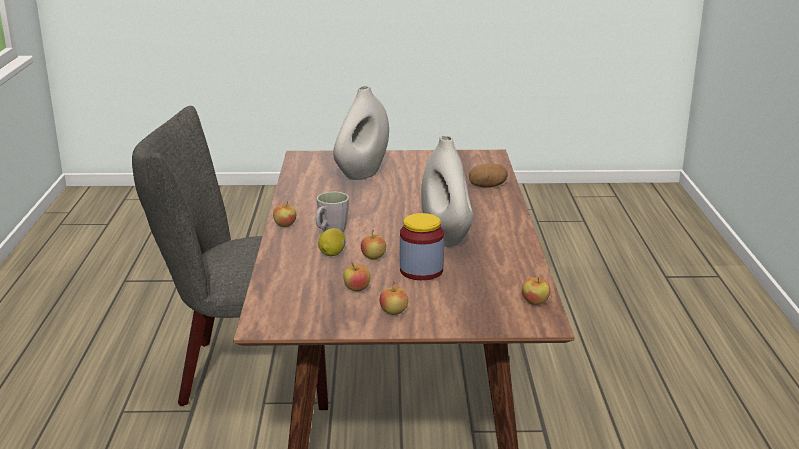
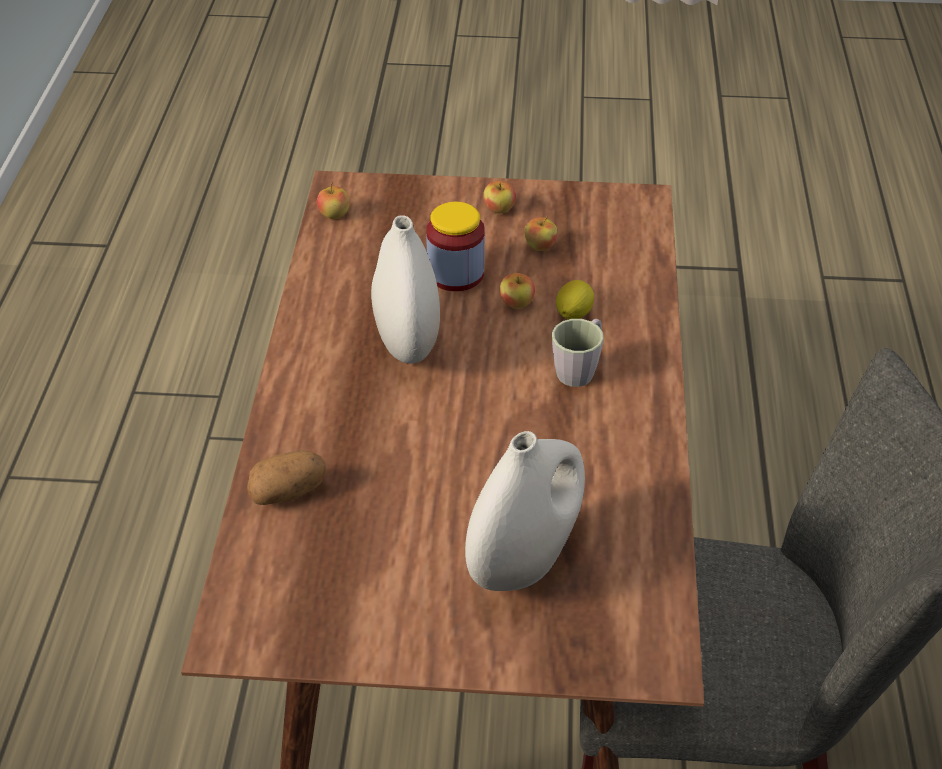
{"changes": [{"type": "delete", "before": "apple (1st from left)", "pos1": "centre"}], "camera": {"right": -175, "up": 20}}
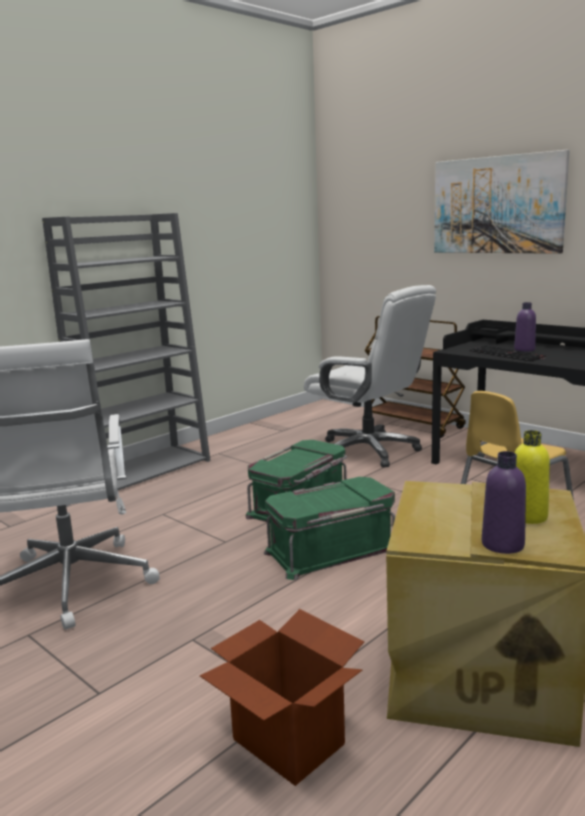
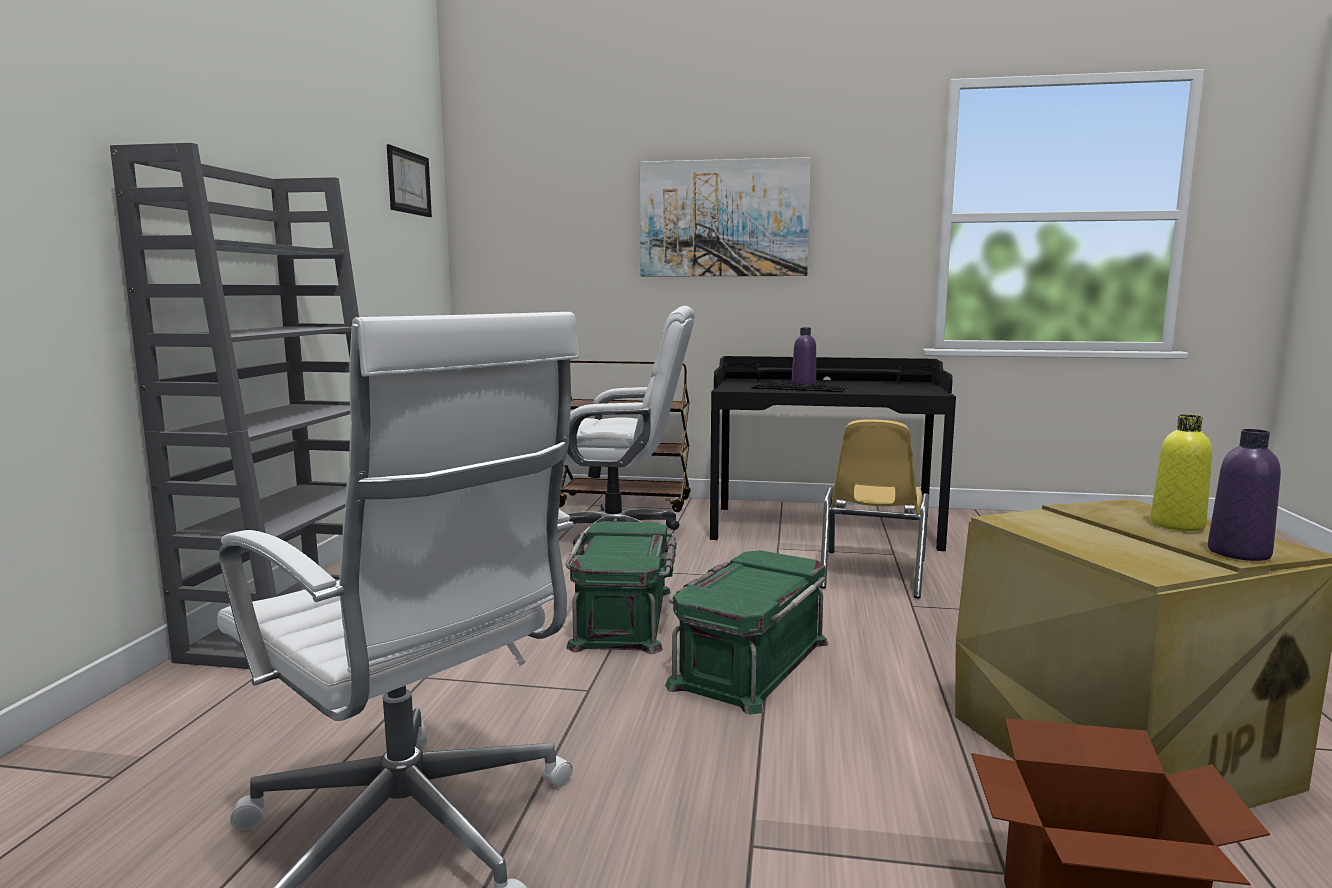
{"changes": [{"type": "insert", "after": "picture (1st from left)", "pos2": "top left"}], "camera": {"right": -35, "up": -5}}
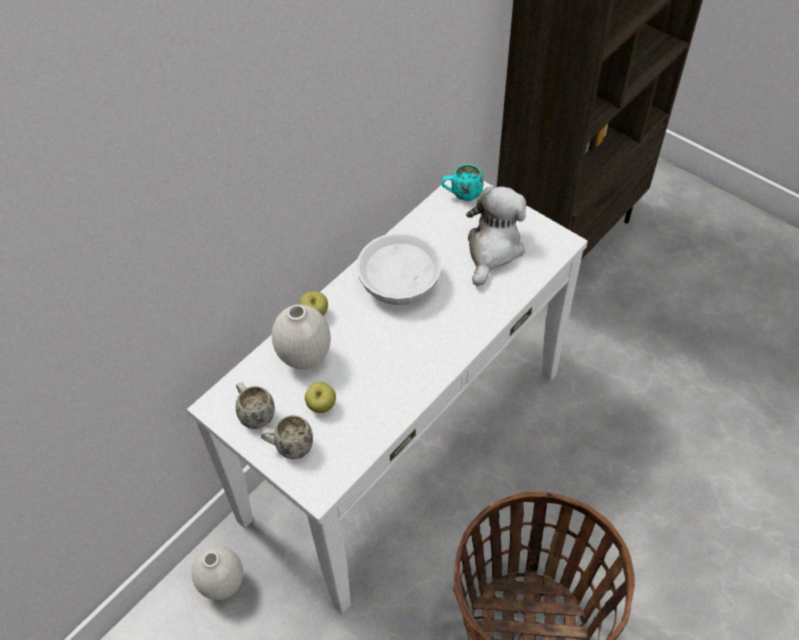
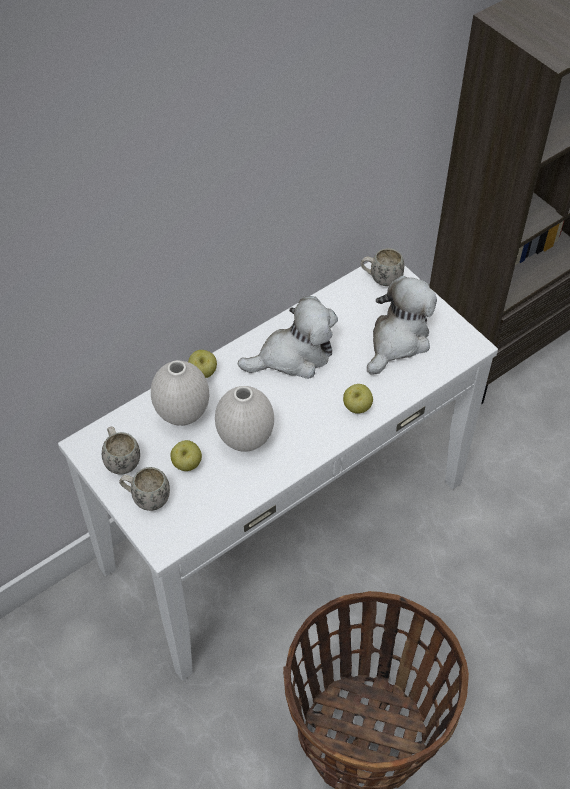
{"changes": [{"type": "insert", "after": "apple (3rd from left)", "pos2": "centre"}, {"type": "move", "before": "vase in white (1st from left in the first image)", "after": "vase in white (2nd from left)", "pos1": "bottom left", "pos2": "centre"}, {"type": "replace", "before": "bowl in white", "after": "plush toy (1st from left)", "pos1": "centre", "pos2": "centre"}, {"type": "recolor", "before": "mug in turquoise", "after": "mug in white (3rd from left)", "pos1": "top centre", "pos2": "middle right"}], "camera": {"right": 10, "up": 0}}
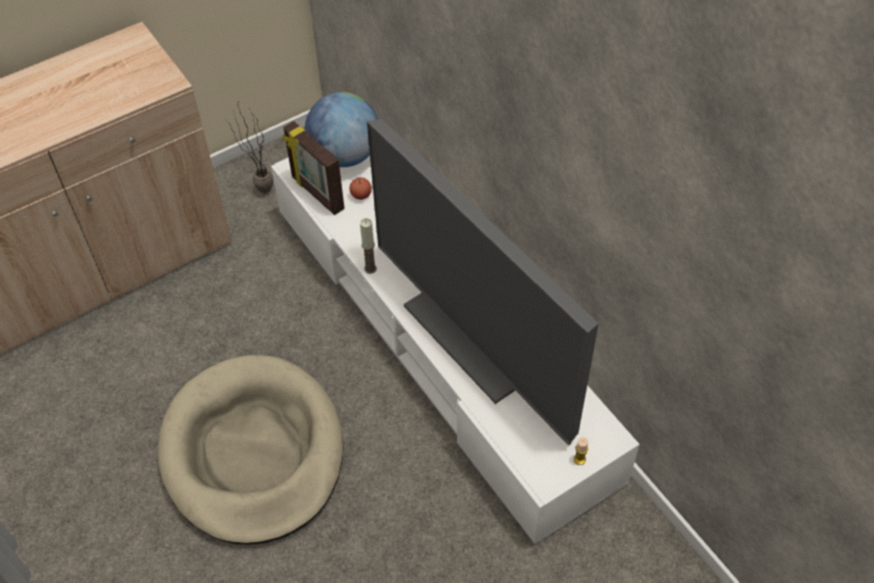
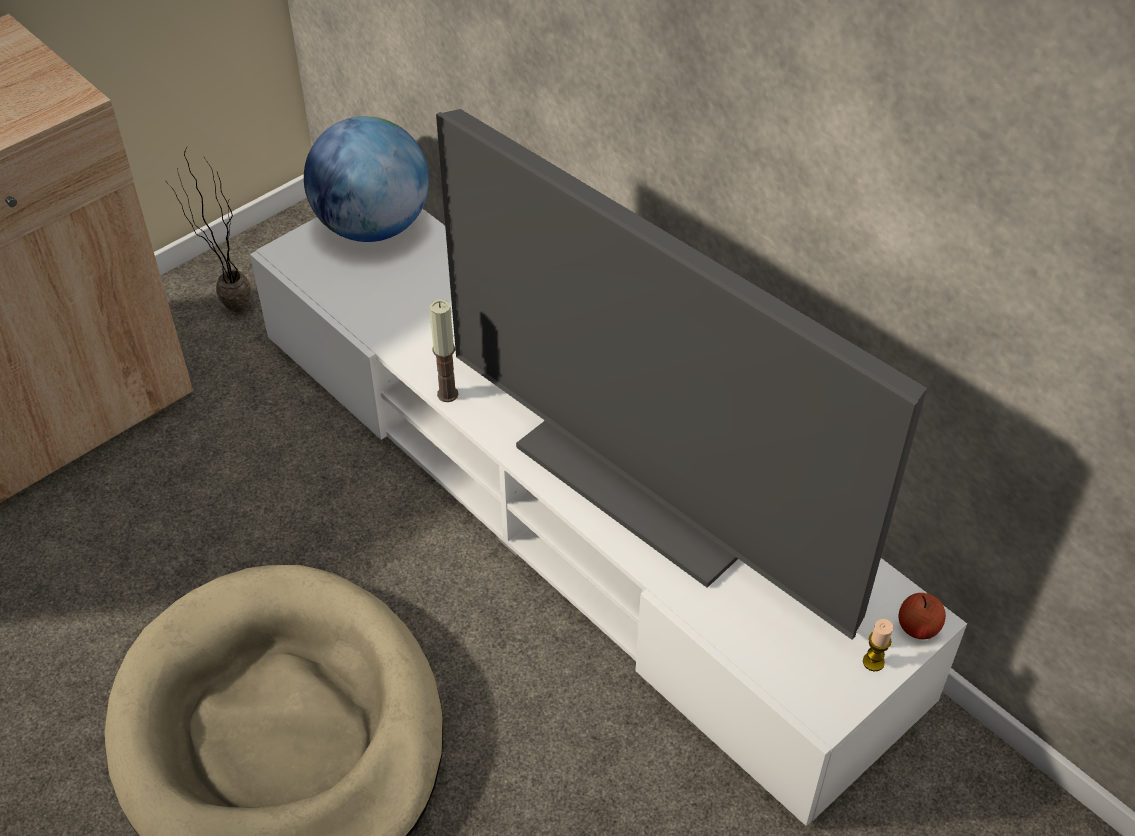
{"changes": [{"type": "delete", "before": "picture frame", "pos1": "top centre"}, {"type": "move", "before": "apple", "pos1": "top centre", "pos2": "bottom right"}], "camera": {"right": -10, "up": -5}}
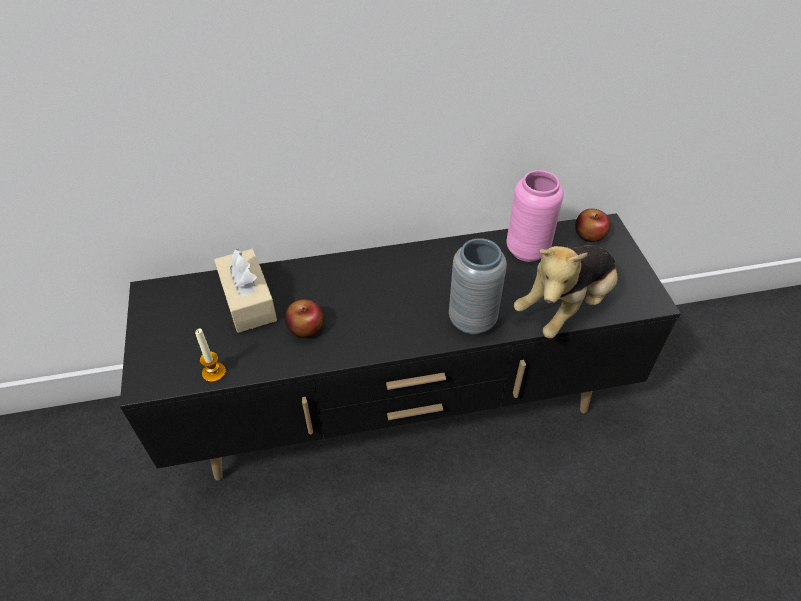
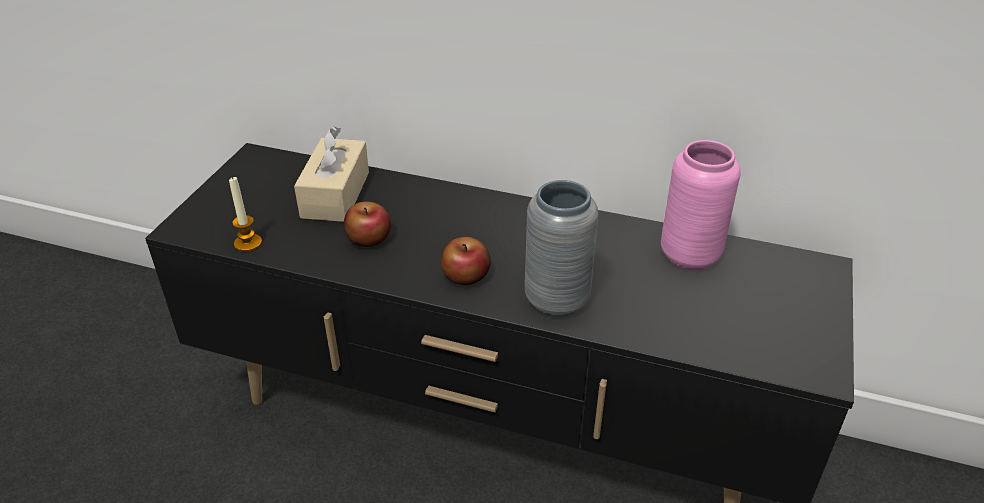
{"changes": [{"type": "delete", "before": "plush toy", "pos1": "middle right"}, {"type": "move", "before": "apple (2nd from left)", "pos1": "middle right", "pos2": "centre"}], "camera": {"right": 30, "up": -10}}
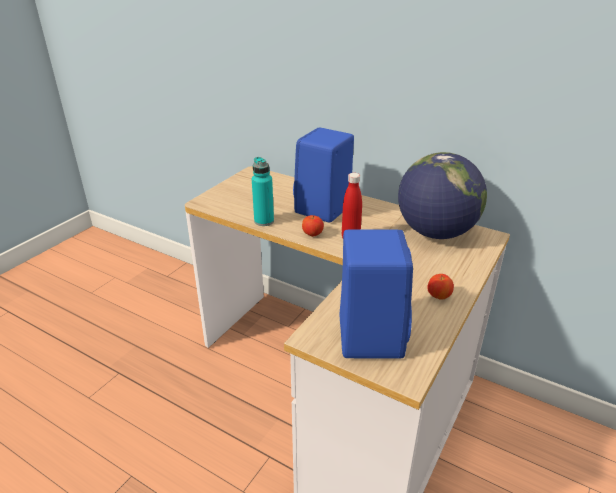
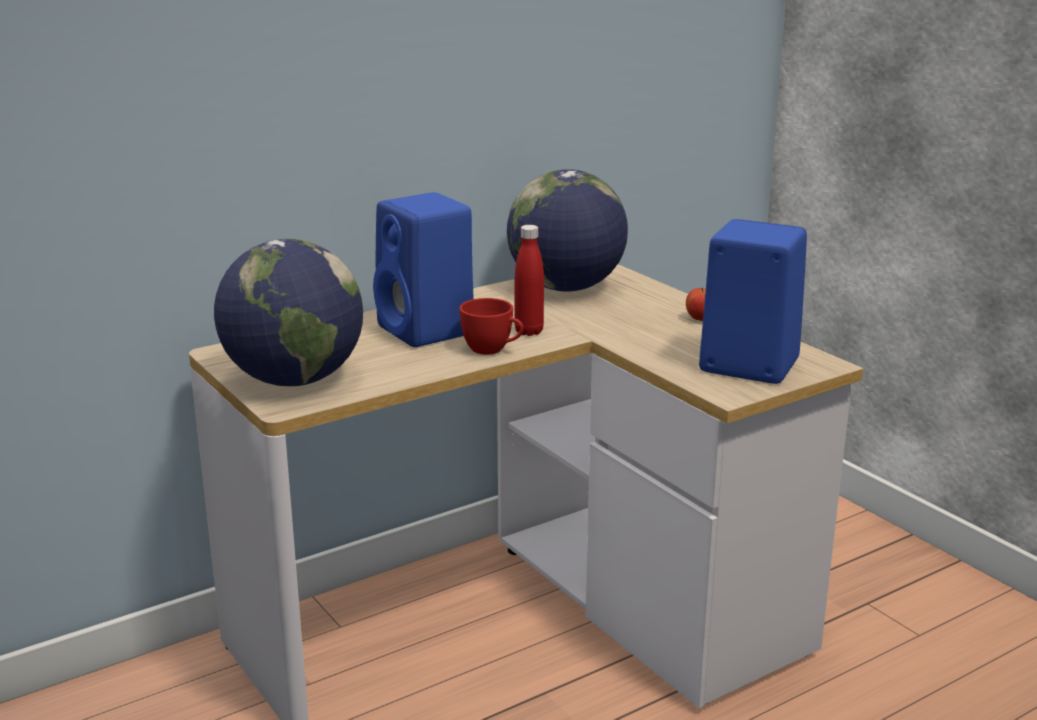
{"changes": [{"type": "delete", "before": "bottle in turquoise", "pos1": "centre"}, {"type": "insert", "after": "globe (1st from left)", "pos2": "middle left"}, {"type": "replace", "before": "apple (1st from left)", "after": "cup in red", "pos1": "centre", "pos2": "centre"}], "camera": {"right": -65, "up": -10}}
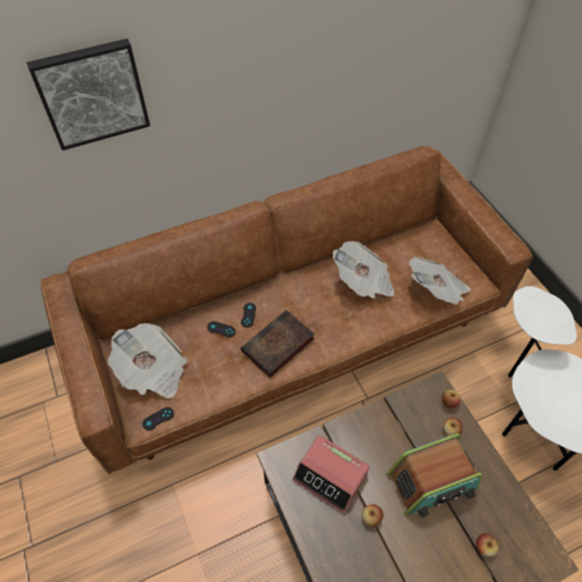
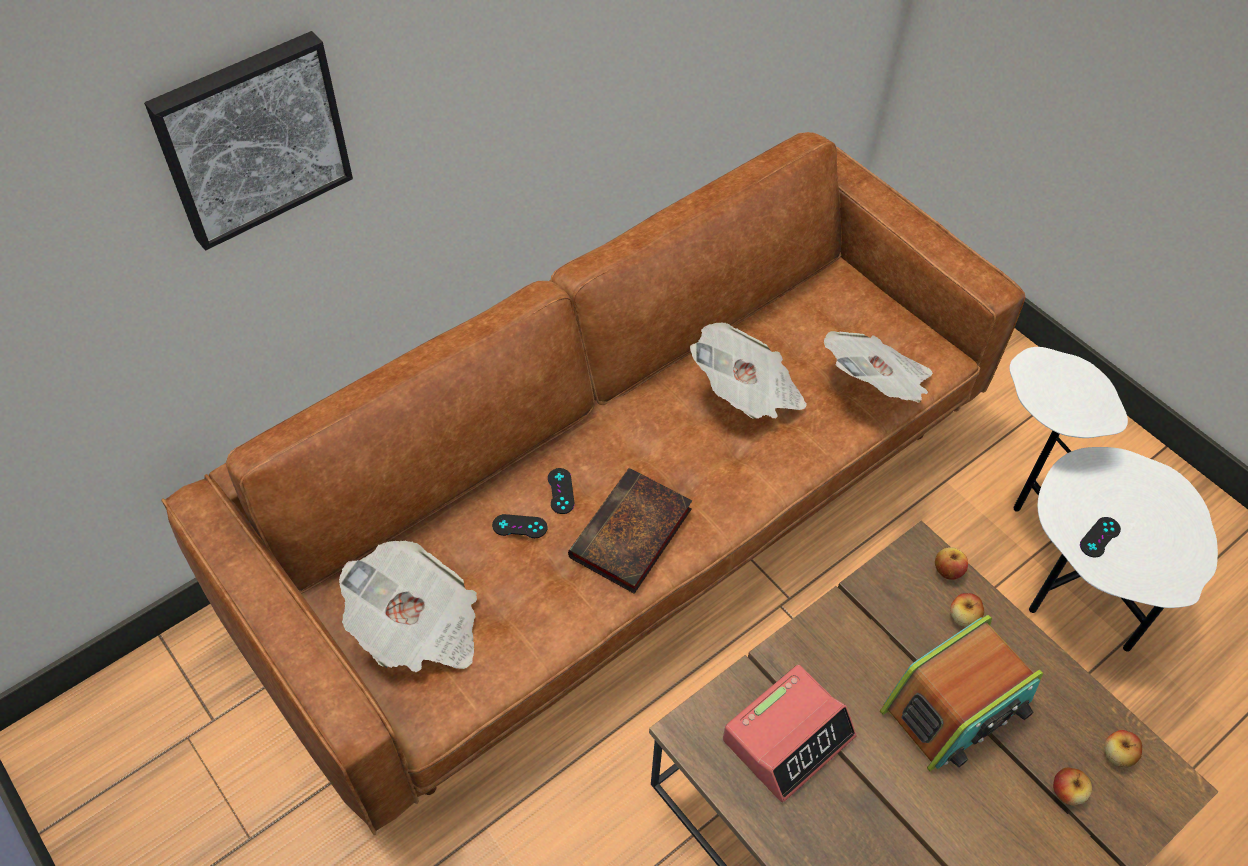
{"changes": [{"type": "move", "before": "game controller in black (1st from left in the first image)", "after": "game controller in black (3rd from left)", "pos1": "bottom left", "pos2": "middle right"}, {"type": "move", "before": "apple (1st from left in the first image)", "after": "apple (4th from left)", "pos1": "bottom centre", "pos2": "bottom right"}, {"type": "rotate", "before": "alarm clock", "pos1": "bottom centre", "pos2": "bottom centre", "turn": -60}], "camera": {"right": -15, "up": 0}}
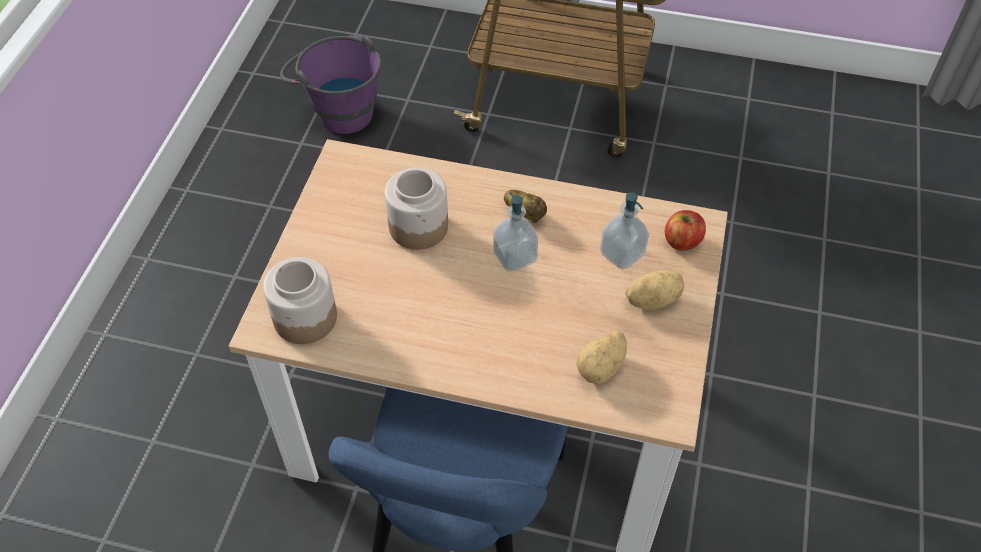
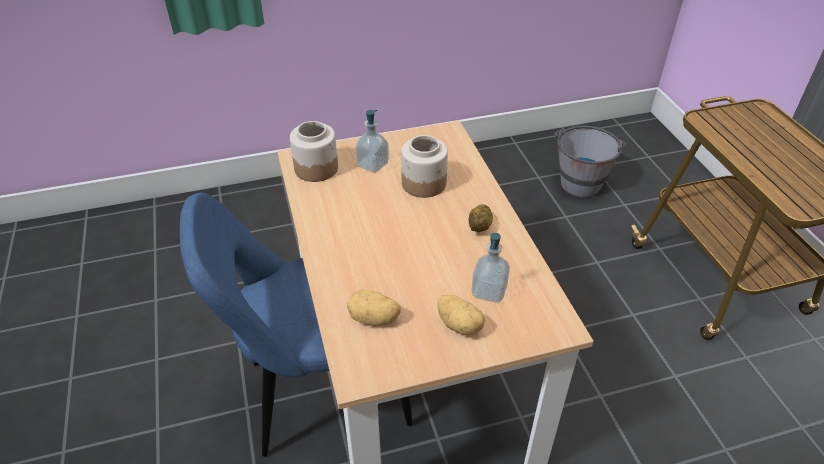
{"changes": [{"type": "delete", "before": "apple", "pos1": "middle right"}, {"type": "move", "before": "soap dispenser (1st from left)", "pos1": "centre", "pos2": "top centre"}, {"type": "recolor", "before": "bucket in purple", "after": "bucket in grey", "pos1": "top centre", "pos2": "middle right"}], "camera": {"right": 60, "up": -10}}
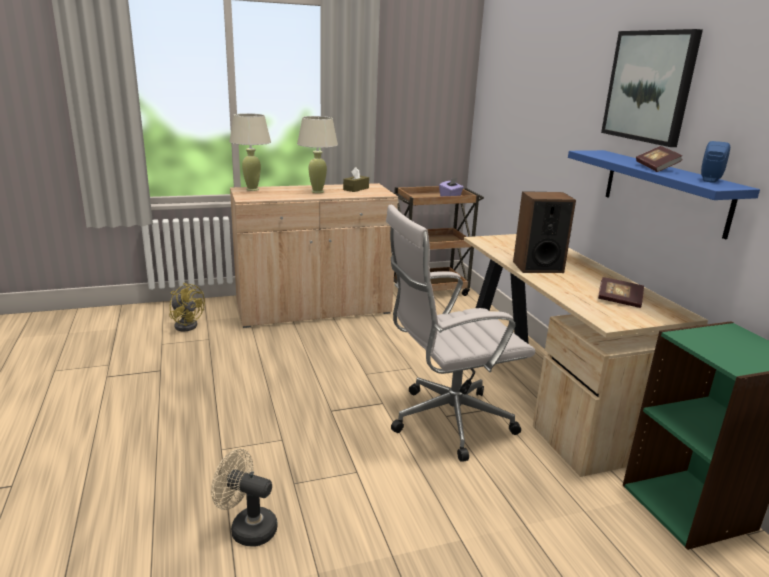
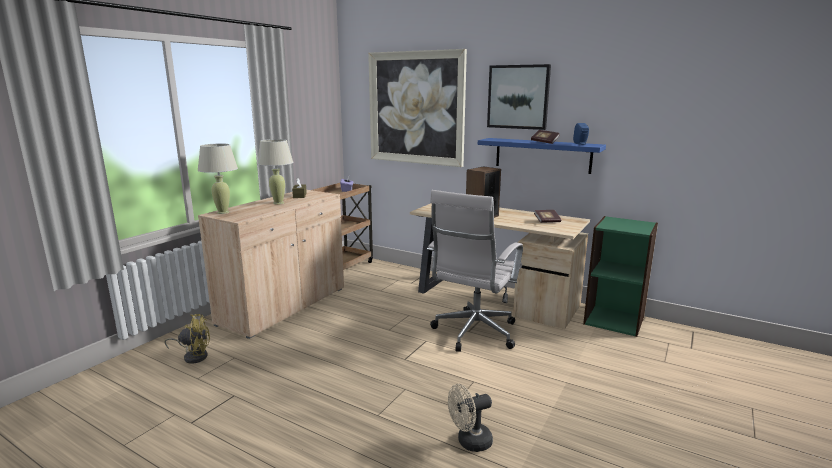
{"changes": [{"type": "insert", "after": "picture (1st from left)", "pos2": "top centre"}], "camera": {"right": -40, "up": -5}}
